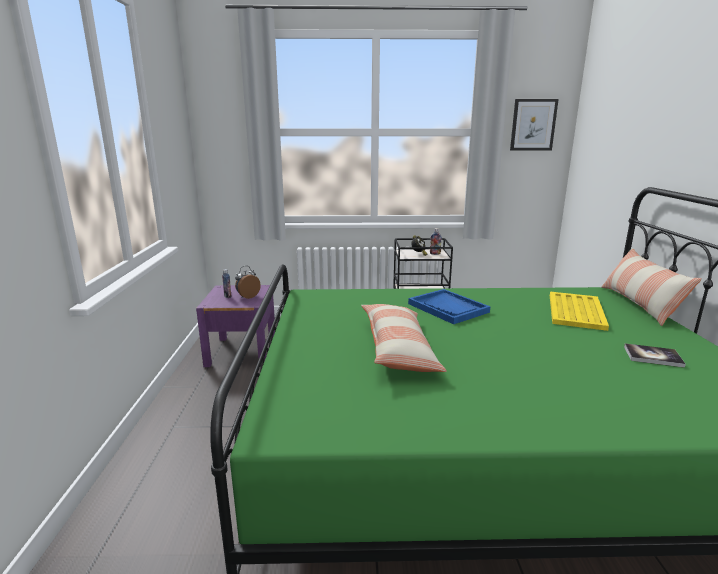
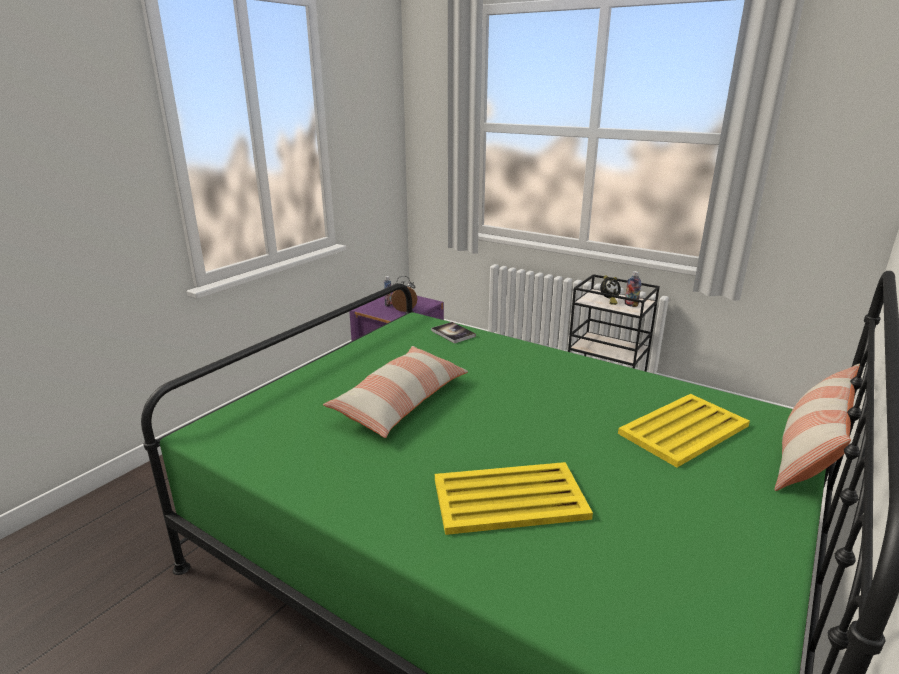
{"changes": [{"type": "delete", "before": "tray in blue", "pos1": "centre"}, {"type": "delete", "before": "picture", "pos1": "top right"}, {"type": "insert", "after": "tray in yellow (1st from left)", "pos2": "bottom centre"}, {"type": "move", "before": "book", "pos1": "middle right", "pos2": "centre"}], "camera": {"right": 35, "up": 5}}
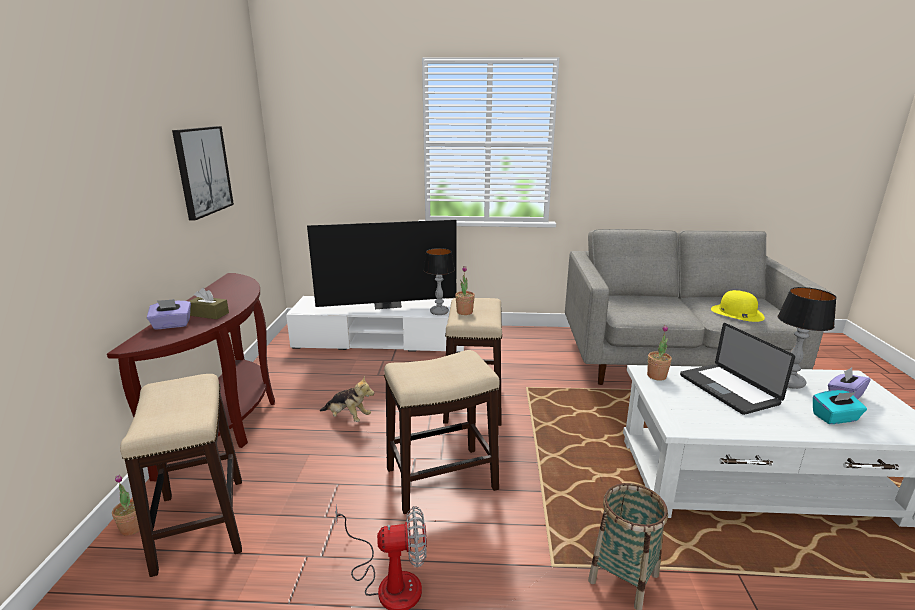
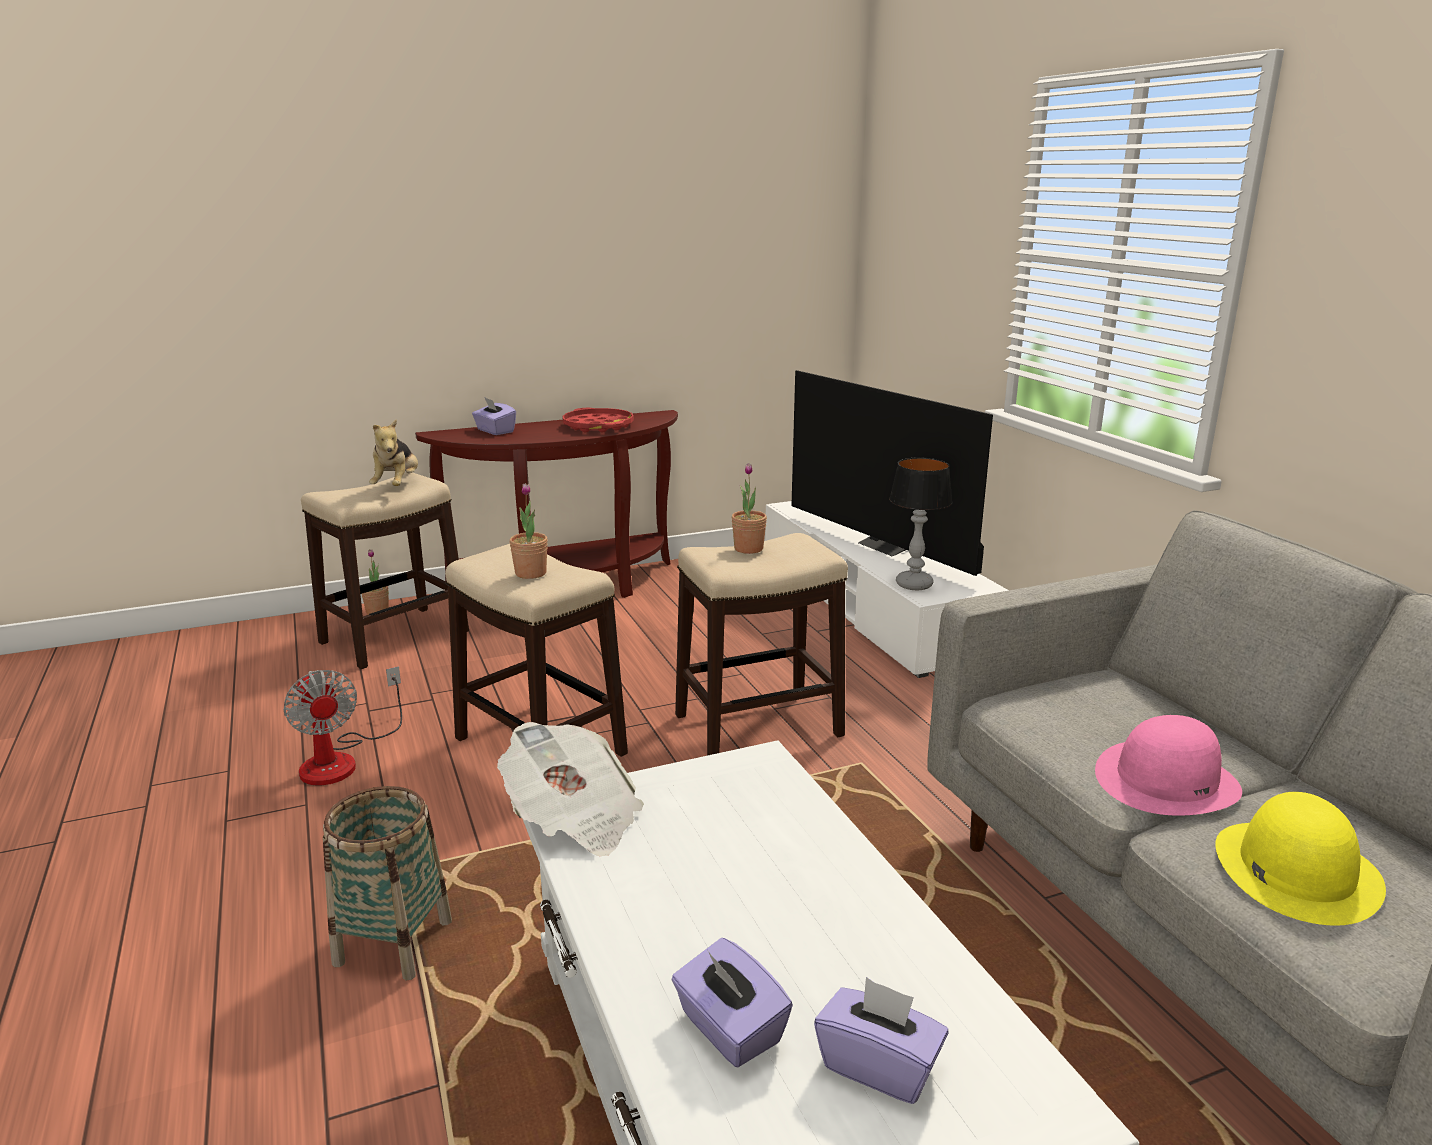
{"changes": [{"type": "delete", "before": "picture", "pos1": "top left"}, {"type": "delete", "before": "tissue box in brown", "pos1": "middle left"}, {"type": "delete", "before": "laptop", "pos1": "middle right"}, {"type": "delete", "before": "table lamp (2nd from left)", "pos1": "middle right"}, {"type": "insert", "after": "newspaper", "pos2": "bottom centre"}, {"type": "insert", "after": "tray in red", "pos2": "centre"}, {"type": "insert", "after": "hat in pink", "pos2": "bottom right"}, {"type": "move", "before": "plush toy", "pos1": "centre", "pos2": "middle left"}, {"type": "move", "before": "potted plant (3rd from left in the first image)", "after": "potted plant (2nd from left)", "pos1": "middle right", "pos2": "centre"}, {"type": "recolor", "before": "tissue box in turquoise", "after": "tissue box in purple (2nd from left)", "pos1": "bottom right", "pos2": "bottom centre"}], "camera": {"right": 65, "up": 0}}
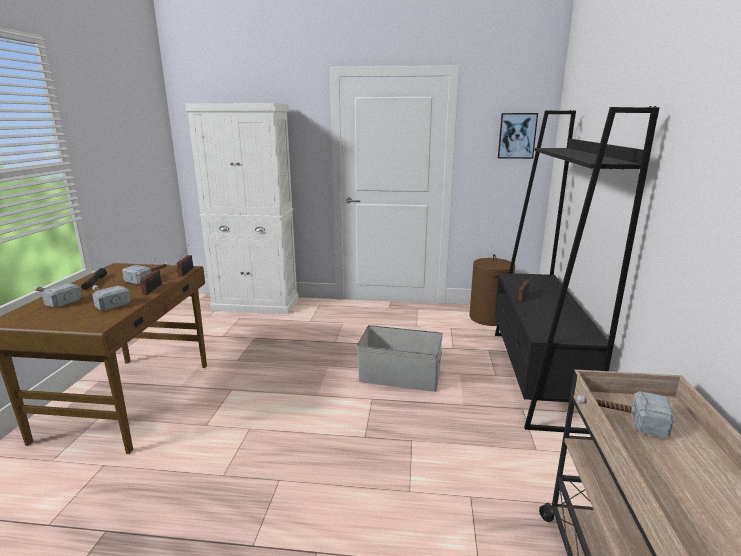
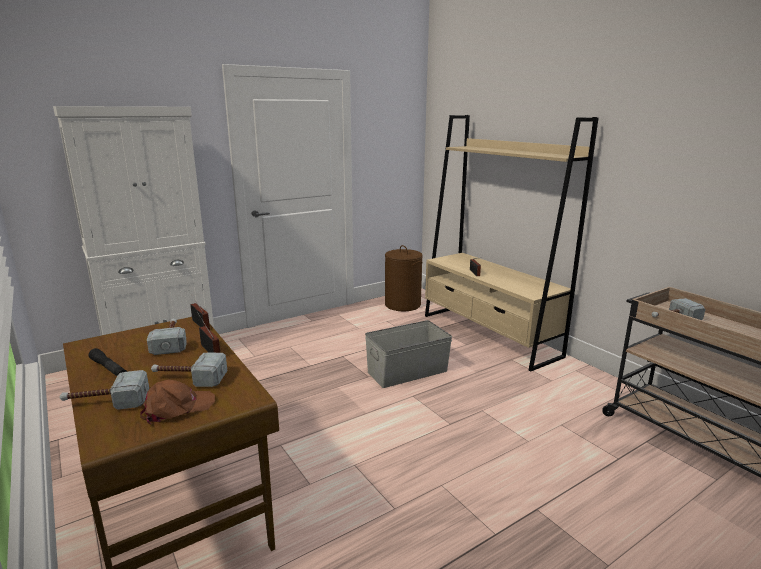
{"changes": [{"type": "delete", "before": "picture", "pos1": "top right"}, {"type": "insert", "after": "cap in brown", "pos2": "bottom left"}, {"type": "recolor", "before": "bookcase in black", "after": "bookcase in beige", "pos1": "middle right", "pos2": "middle right"}], "camera": {"right": -40, "up": 0}}
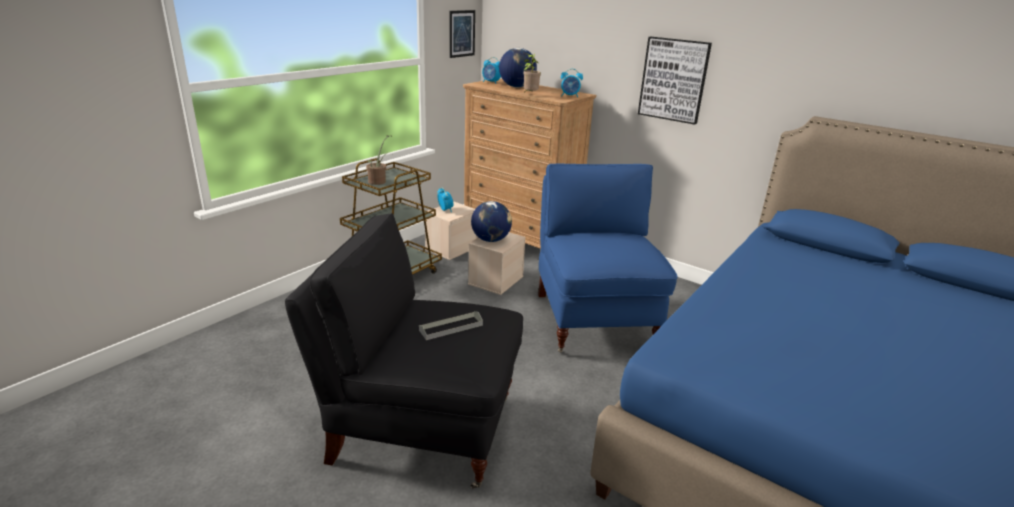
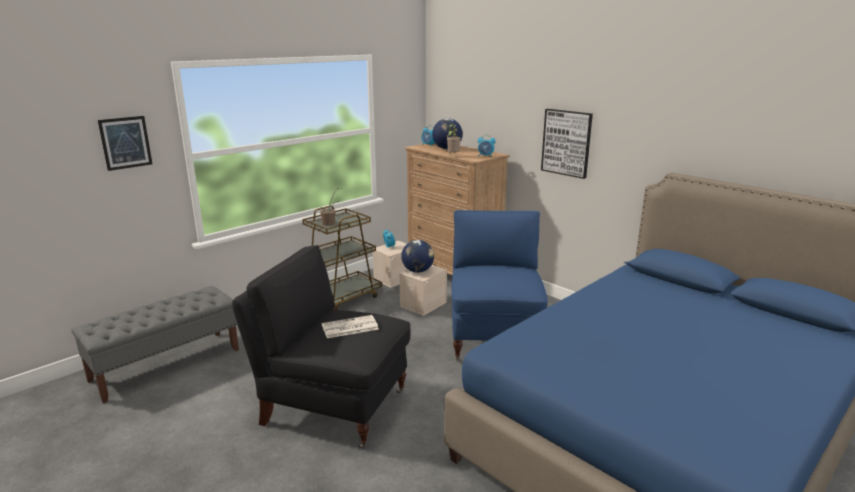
{"changes": [{"type": "insert", "after": "bench in grey", "pos2": "bottom left"}, {"type": "move", "before": "picture (1st from left)", "pos1": "top centre", "pos2": "top left"}, {"type": "replace", "before": "tray in grey", "after": "newspaper", "pos1": "centre", "pos2": "centre"}], "camera": {"right": 10, "up": -5}}
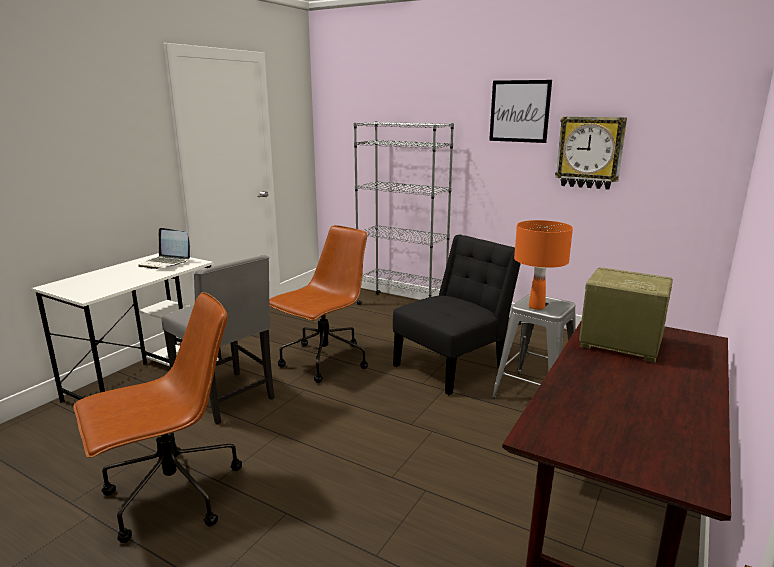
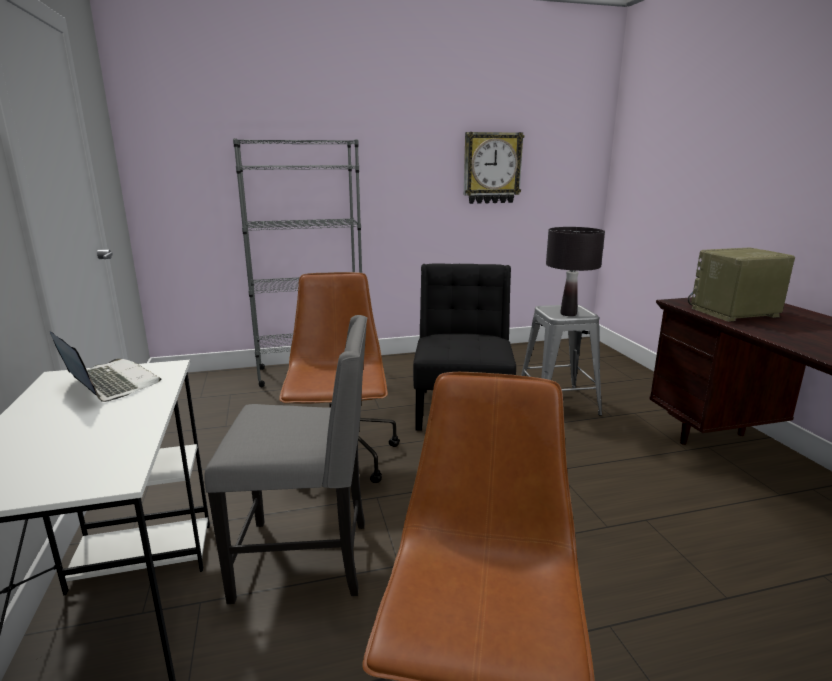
{"changes": [{"type": "delete", "before": "picture", "pos1": "top right"}, {"type": "recolor", "before": "table lamp in orange", "after": "table lamp in black", "pos1": "middle right", "pos2": "middle right"}, {"type": "rotate", "before": "laptop", "pos1": "middle left", "pos2": "middle left", "turn": -120}], "camera": {"right": -45, "up": 0}}
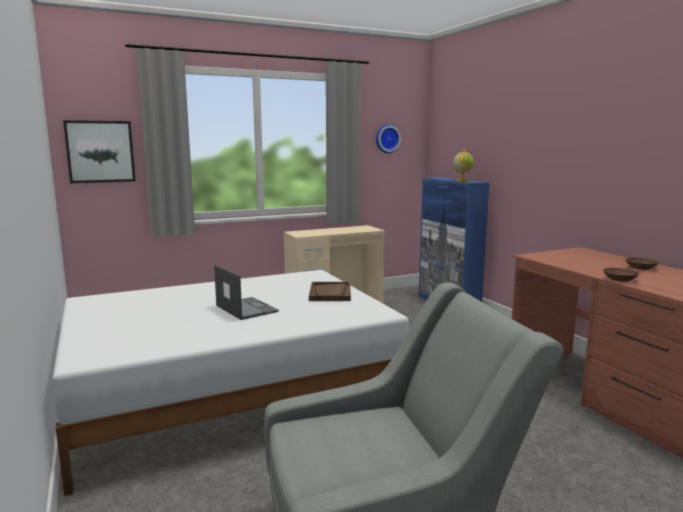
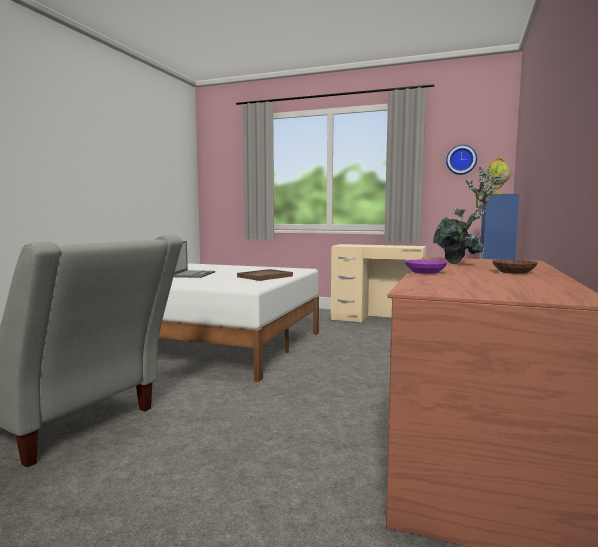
{"changes": [{"type": "delete", "before": "picture", "pos1": "top left"}, {"type": "insert", "after": "potted plant", "pos2": "middle right"}, {"type": "recolor", "before": "bowl in brown (1st from left)", "after": "bowl in purple", "pos1": "middle right", "pos2": "middle right"}], "camera": {"right": 45, "up": -5}}
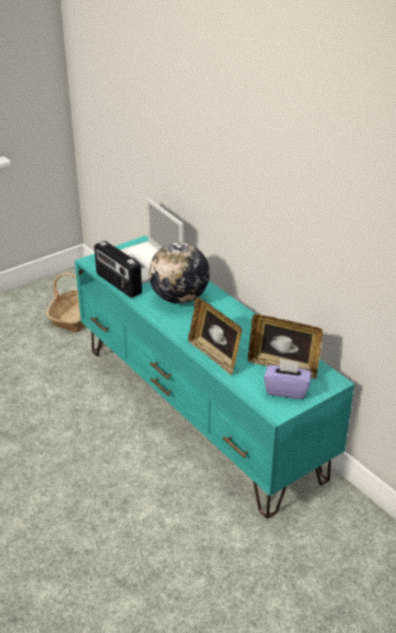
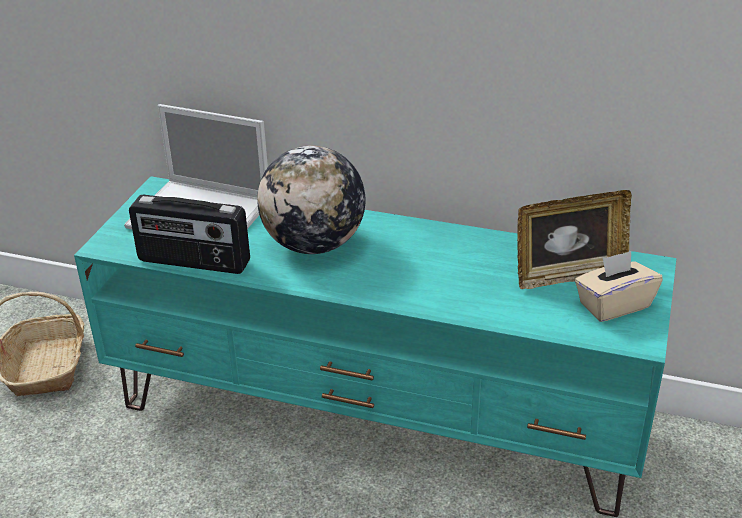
{"changes": [{"type": "delete", "before": "picture frame (1st from left)", "pos1": "centre"}, {"type": "recolor", "before": "tissue box in purple", "after": "tissue box in beige", "pos1": "middle right", "pos2": "middle right"}], "camera": {"right": -35, "up": 0}}
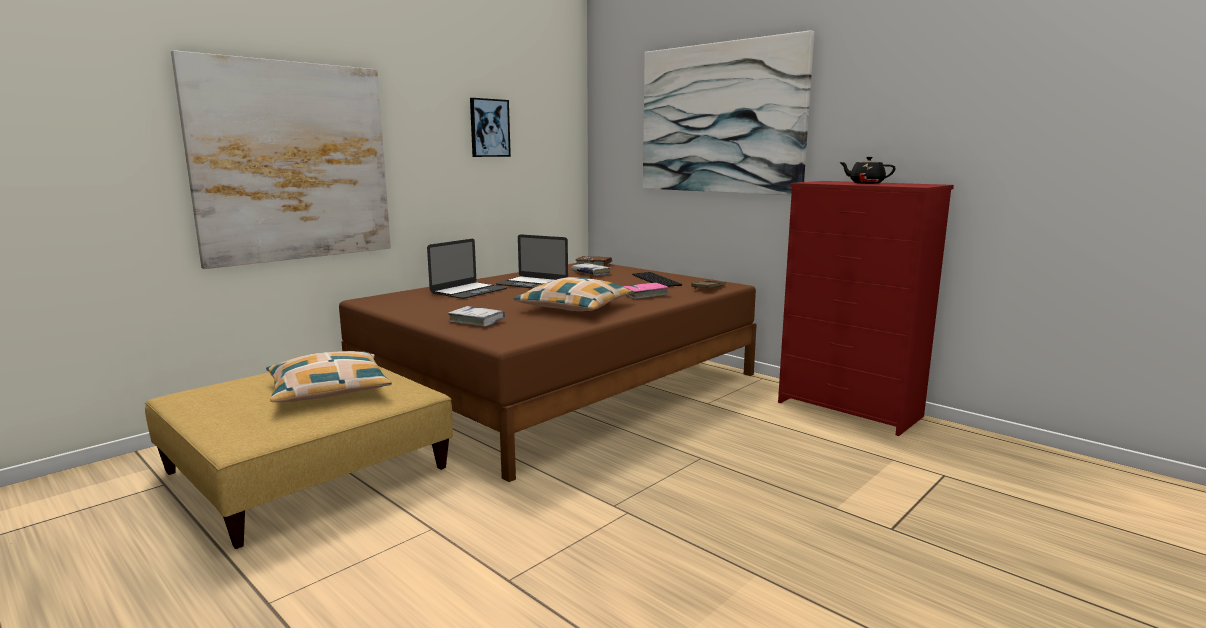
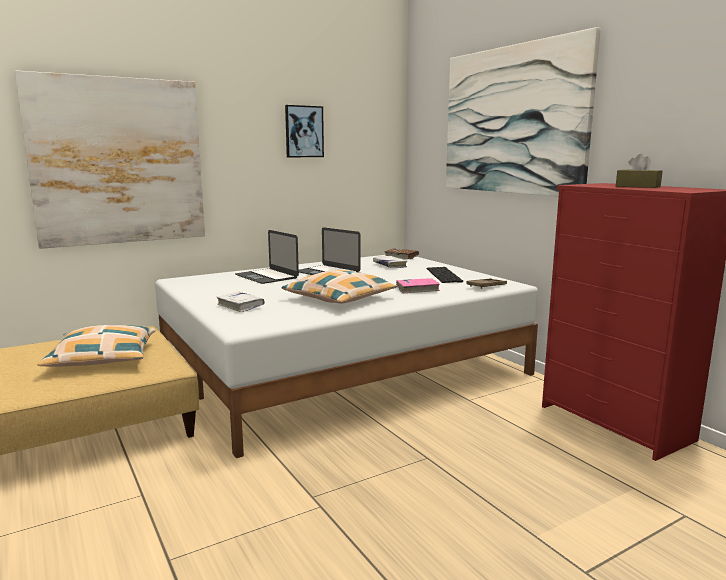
{"changes": [{"type": "replace", "before": "teapot in black", "after": "tissue box in brown", "pos1": "top right", "pos2": "top right"}, {"type": "recolor", "before": "bed in brown", "after": "bed in white", "pos1": "centre", "pos2": "centre"}, {"type": "rotate", "before": "laptop (1st from left)", "pos1": "centre", "pos2": "centre", "turn": 90}], "camera": {"right": 15, "up": 0}}
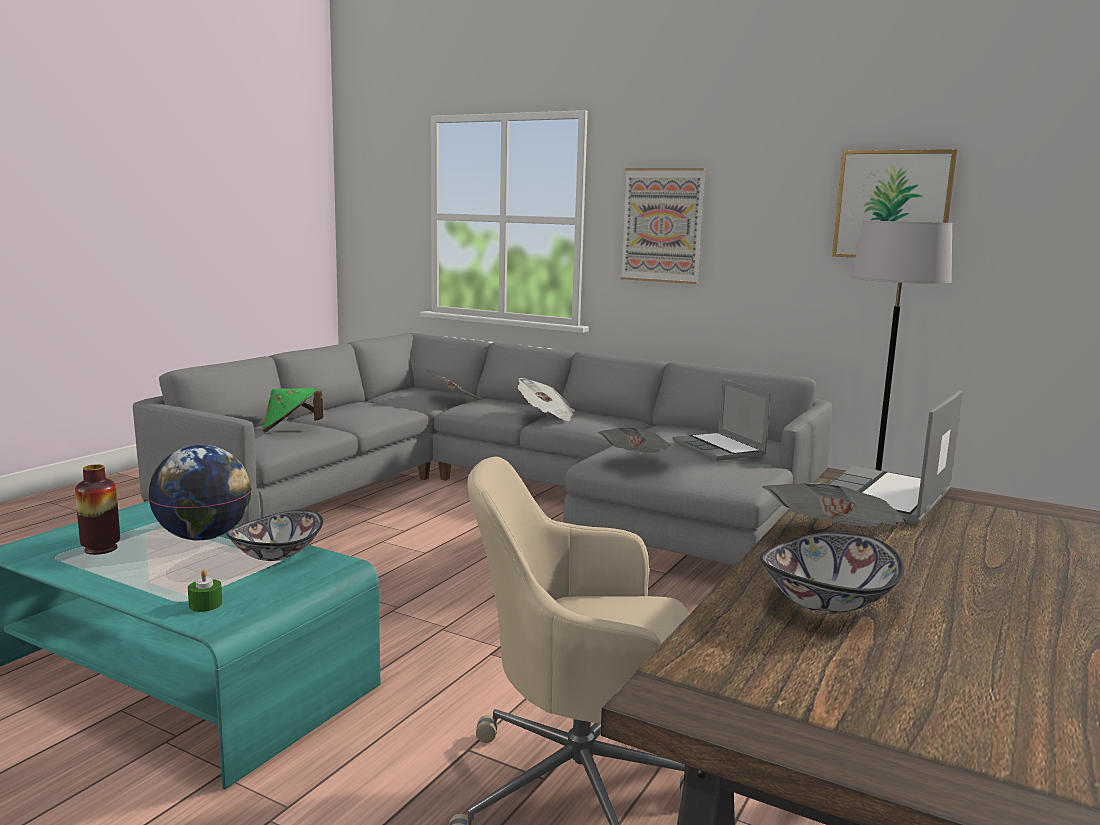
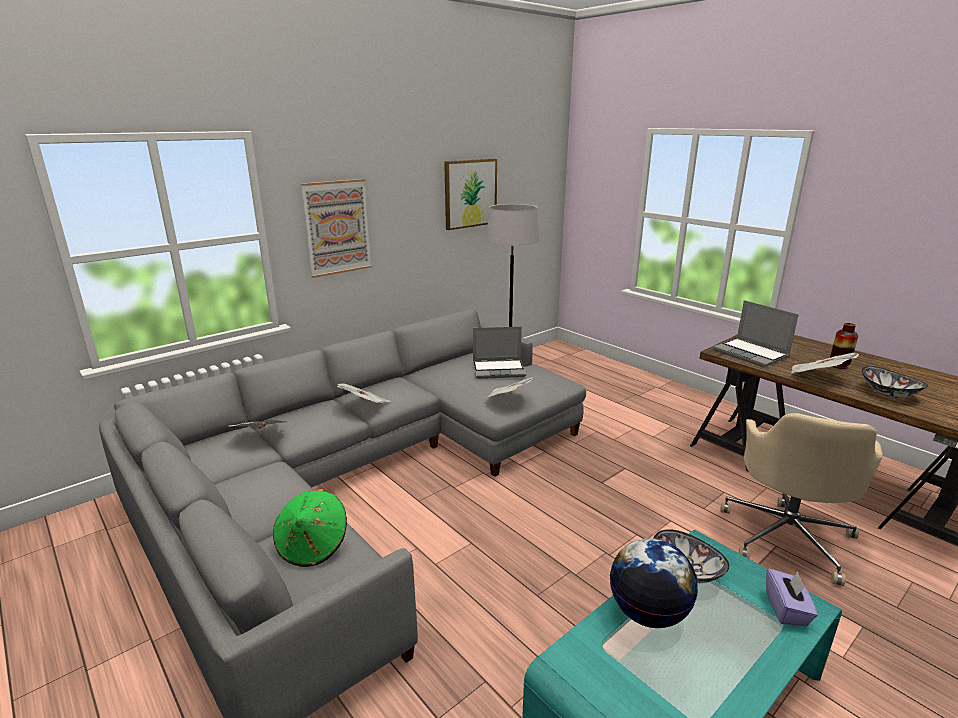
{"changes": [{"type": "move", "before": "vase", "pos1": "middle left", "pos2": "middle right"}, {"type": "replace", "before": "candle in green", "after": "tissue box in purple", "pos1": "bottom left", "pos2": "bottom right"}], "camera": {"right": -70, "up": 10}}
